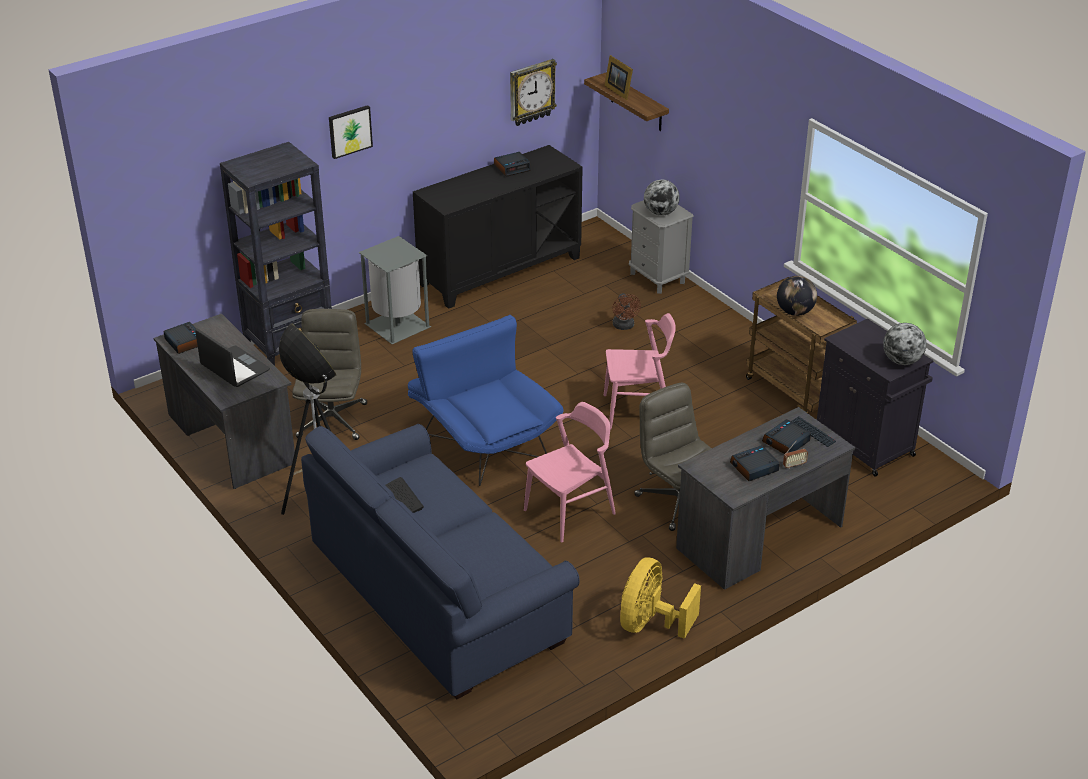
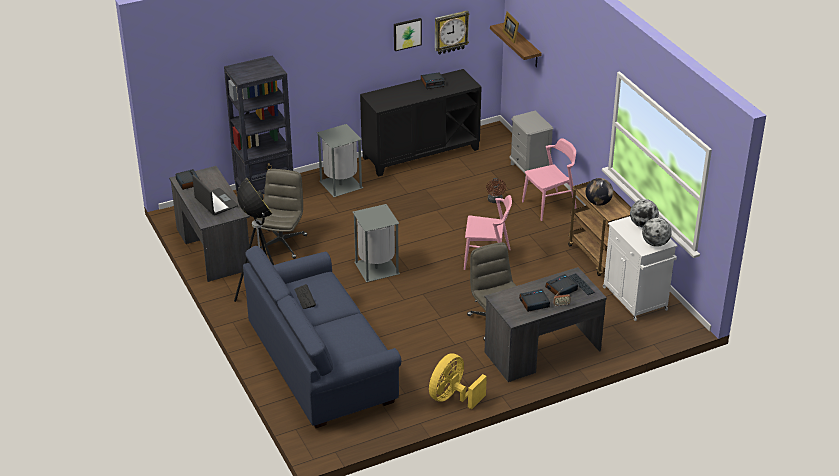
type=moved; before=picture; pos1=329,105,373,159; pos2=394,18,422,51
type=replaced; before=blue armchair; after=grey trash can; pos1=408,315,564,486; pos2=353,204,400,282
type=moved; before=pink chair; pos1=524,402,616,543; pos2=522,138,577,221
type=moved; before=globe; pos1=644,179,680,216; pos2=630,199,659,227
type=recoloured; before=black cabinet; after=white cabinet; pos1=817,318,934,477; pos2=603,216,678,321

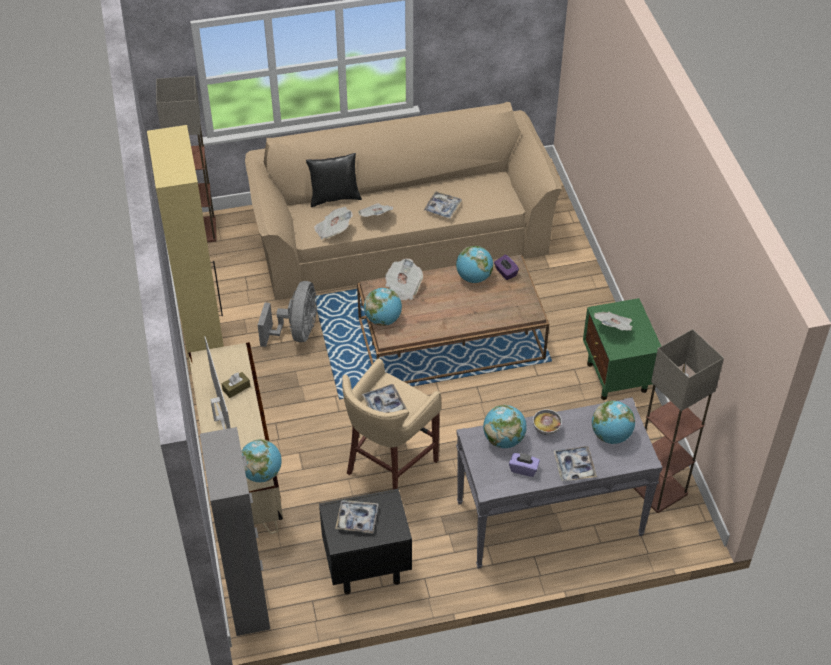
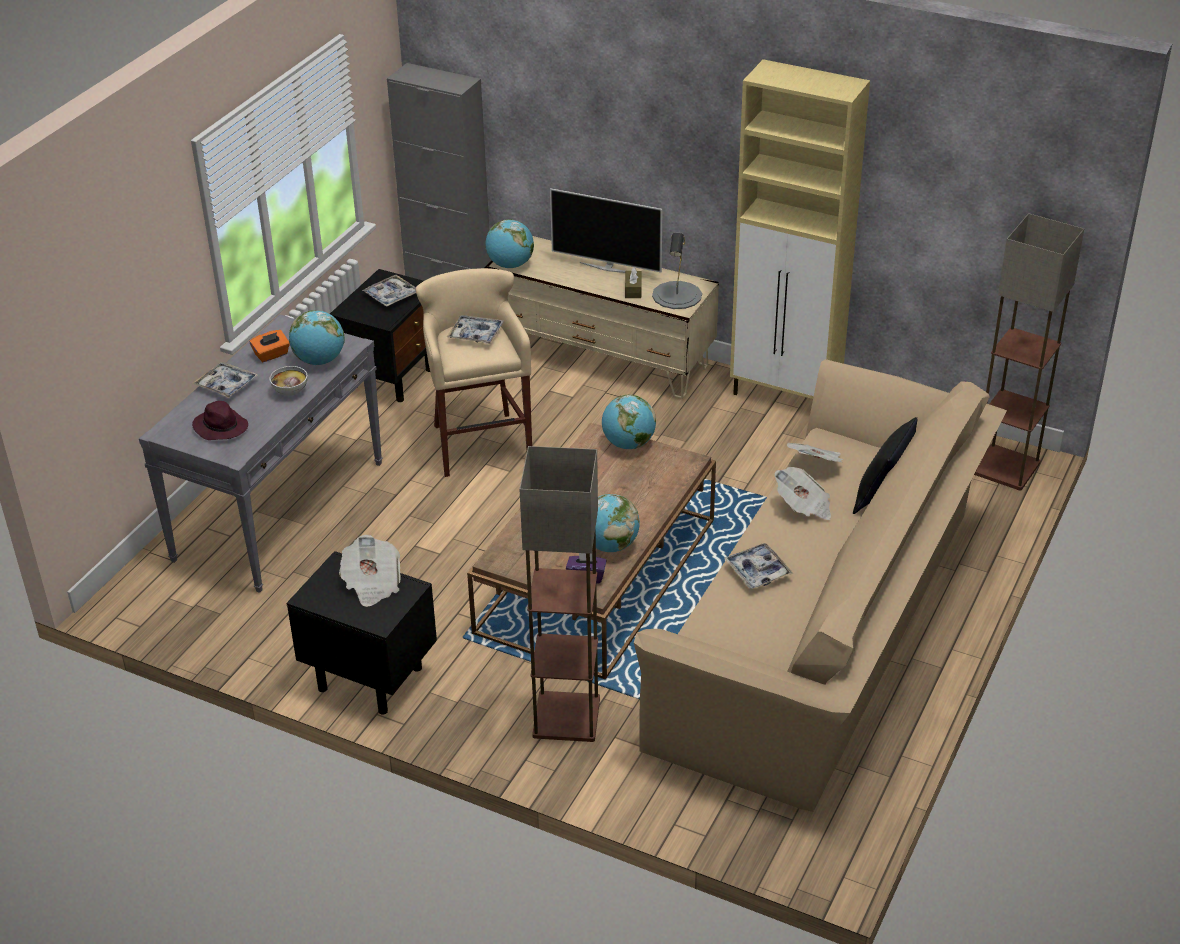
type=removed; before=grey fan; pos1=258,281,317,347
type=removed; before=newspaper; pos1=385,258,423,300
type=recoloured; before=purple tissue box; after=orange tissue box; pos1=509,452,540,477; pos2=250,330,290,362
type=recoloured; before=green nightstand; after=black nightstand; pos1=583,298,661,400; pos2=287,551,437,715
type=replaced; before=globe; after=purple hat; pos1=592,401,635,444; pos2=192,401,248,440
type=moved; before=floor lamp; pos1=634,329,724,513; pos2=519,446,600,742
type=added; after=grey table lamp; pos2=652,232,702,309

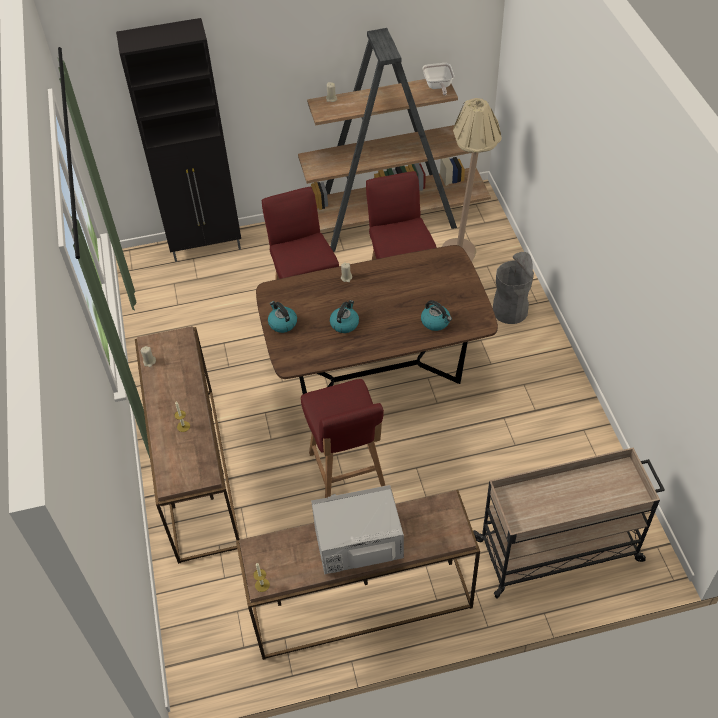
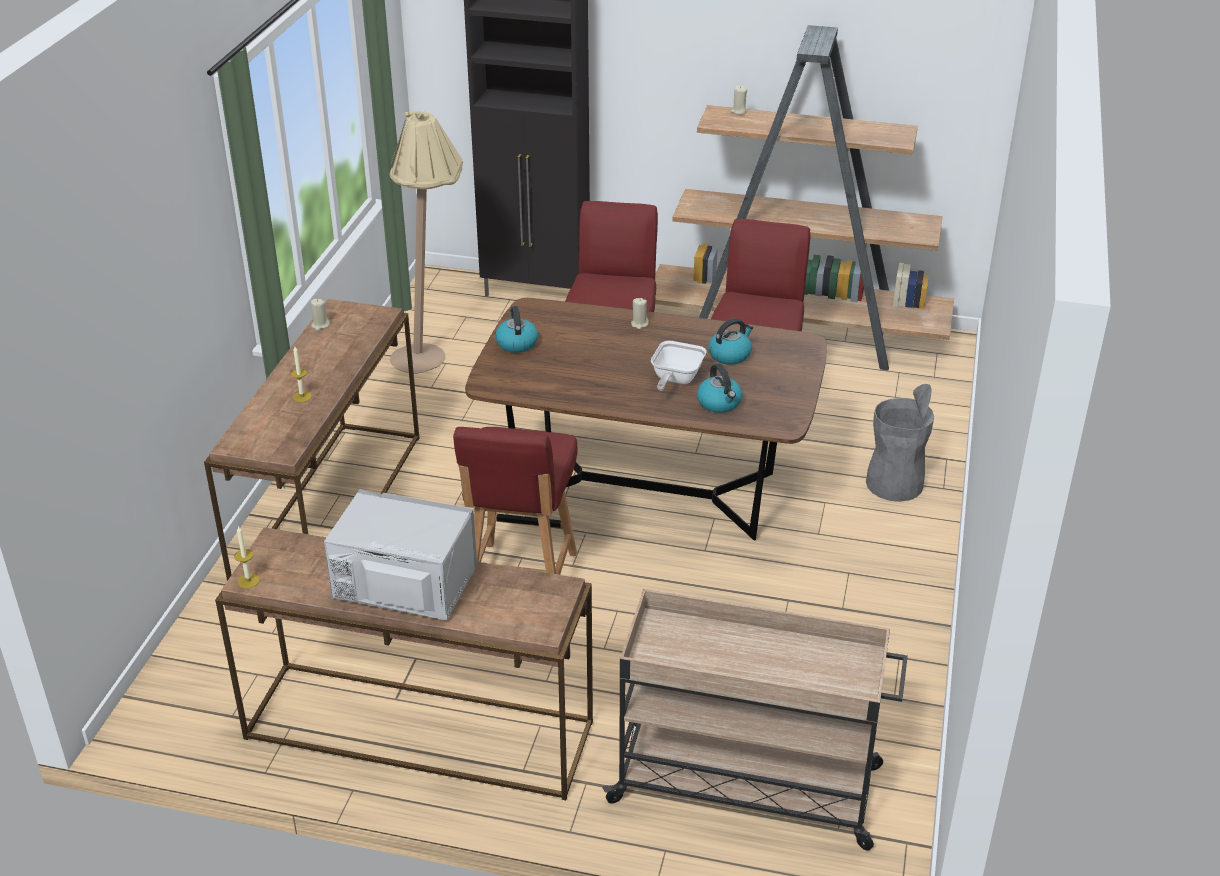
type=moved; before=kettle; pos1=330,300,359,333; pos2=708,318,753,365
type=moved; before=frying pan; pos1=422,63,454,95; pos2=651,341,707,391
type=moved; before=beige floor lamp; pos1=442,98,502,261; pos2=390,111,463,374

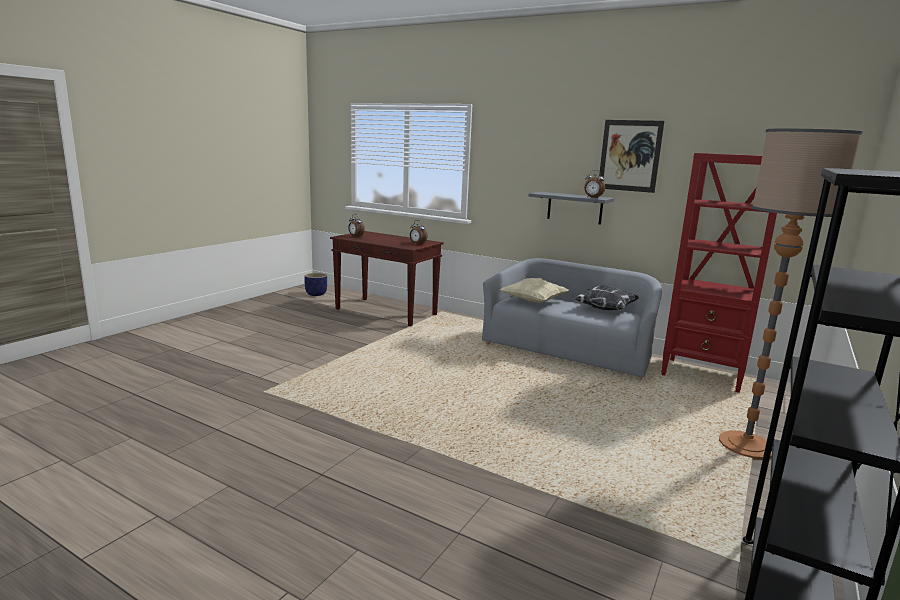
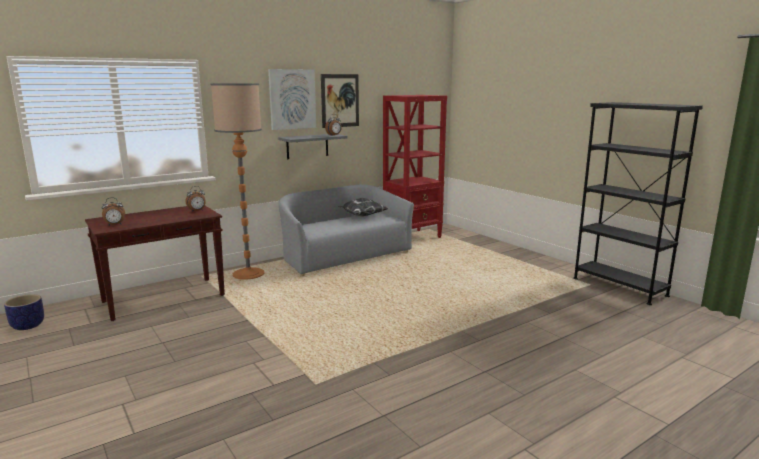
type=removed; before=beige pillow; pos1=500,278,569,303
type=moved; before=floor lamp; pos1=719,129,863,460; pos2=210,83,265,280
type=added; after=picture; pos2=268,69,316,130

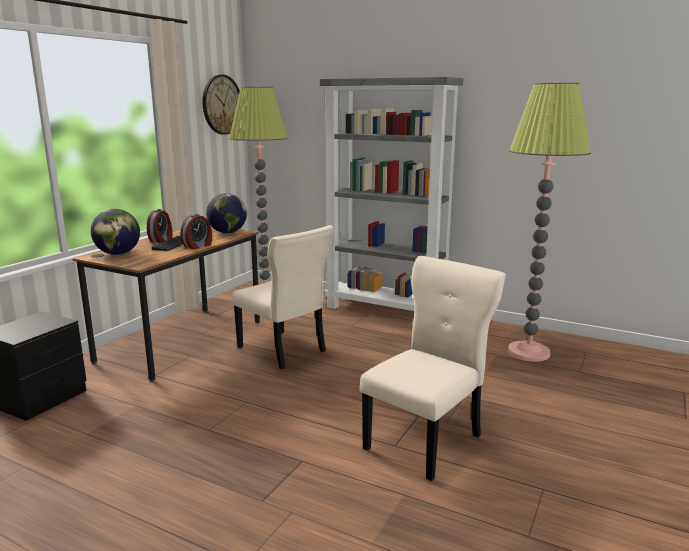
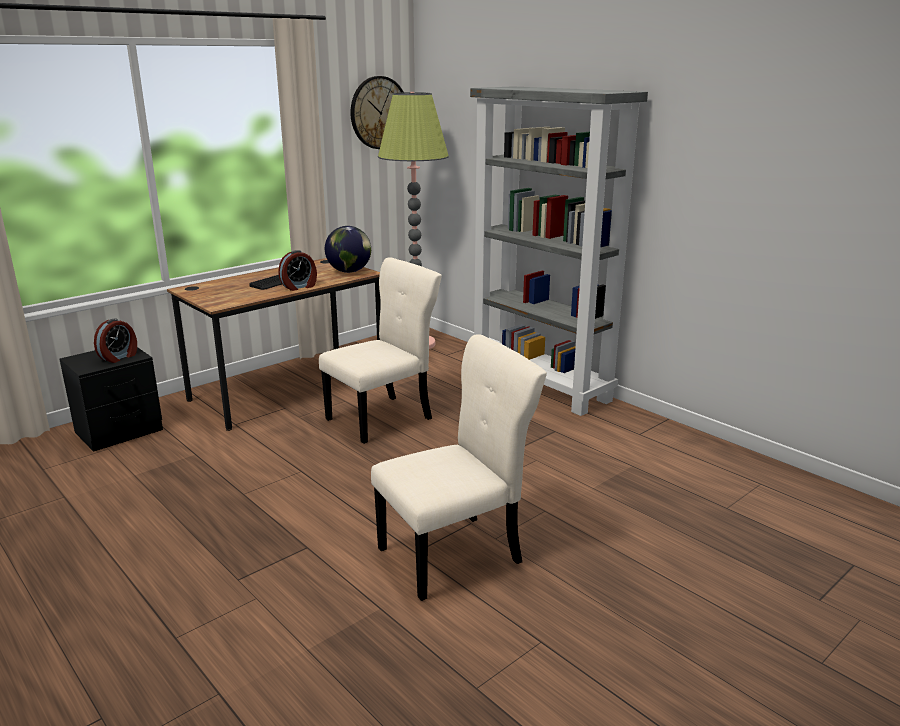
type=removed; before=globe; pos1=91,209,140,255
type=moved; before=alarm clock; pos1=147,209,173,243; pos2=94,318,137,363
type=turned; before=beige chair; pos1=232,225,334,369; pos2=319,257,442,444; turn=-105
type=removed; before=floor lamp; pos1=508,81,591,362

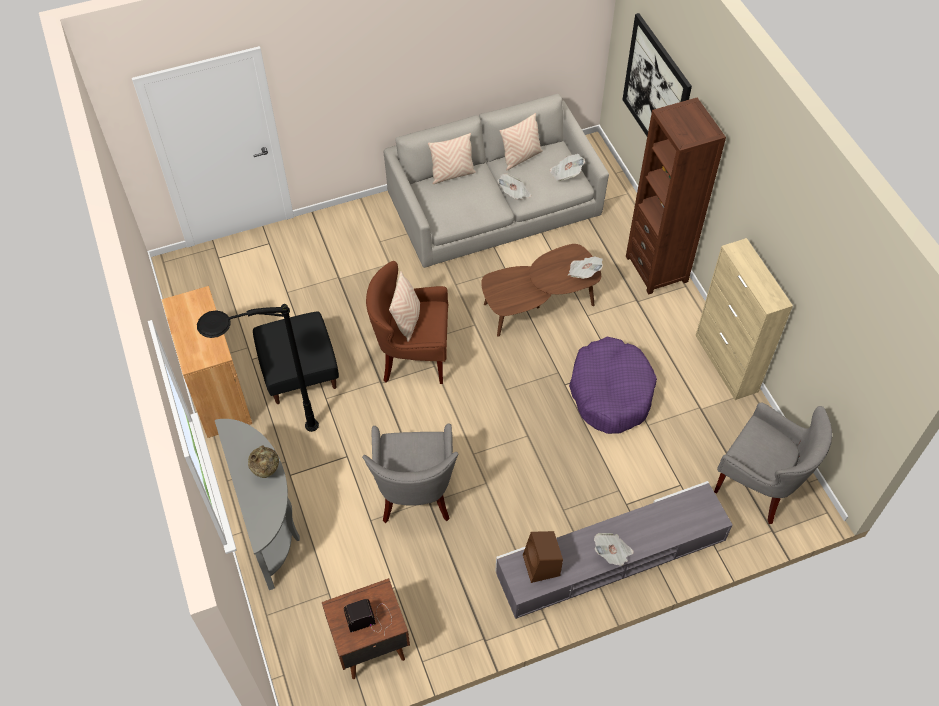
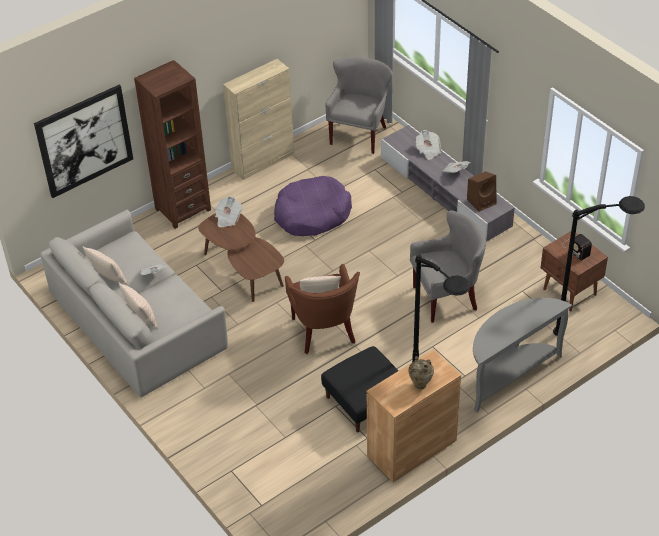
type=moved; before=beige vase; pos1=248,445,279,478; pos2=409,356,434,389
type=moved; before=newspaper; pos1=550,154,585,182; pos2=416,130,441,160
type=added; after=black floor lamp; pos2=553,196,645,336

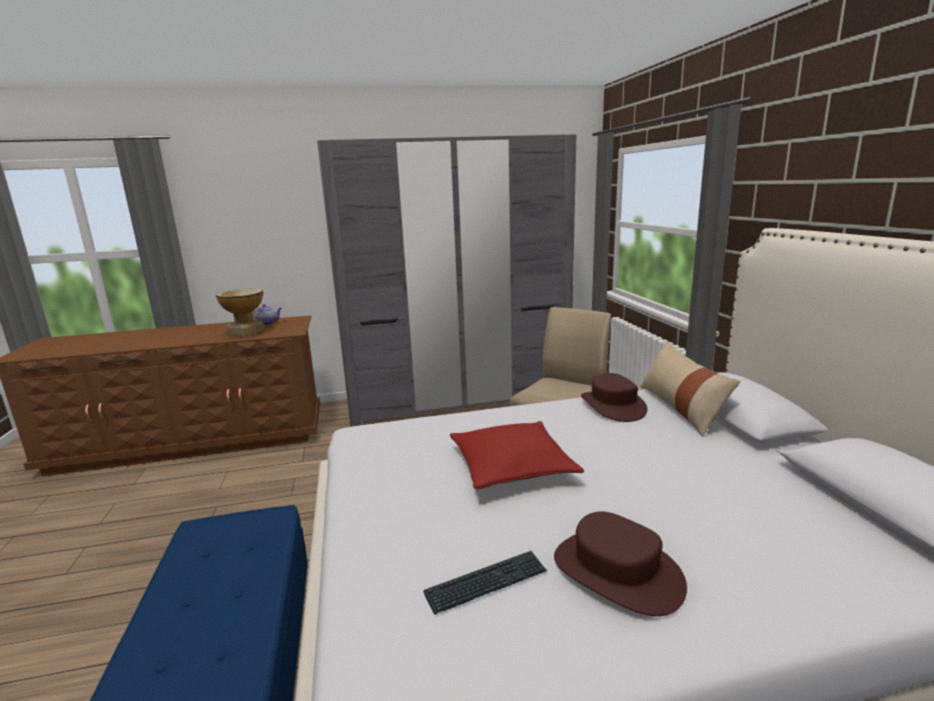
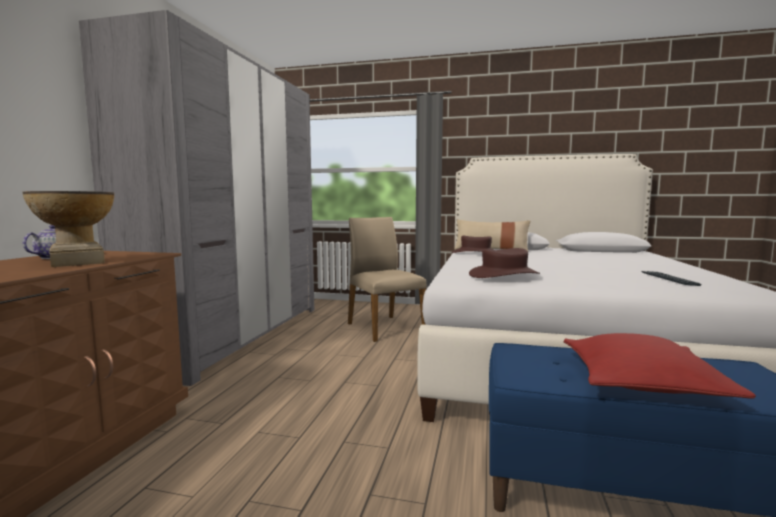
type=moved; before=red pillow; pos1=450,421,584,489; pos2=564,333,756,399
type=moved; before=brown hat; pos1=554,511,687,616; pos2=469,248,540,278

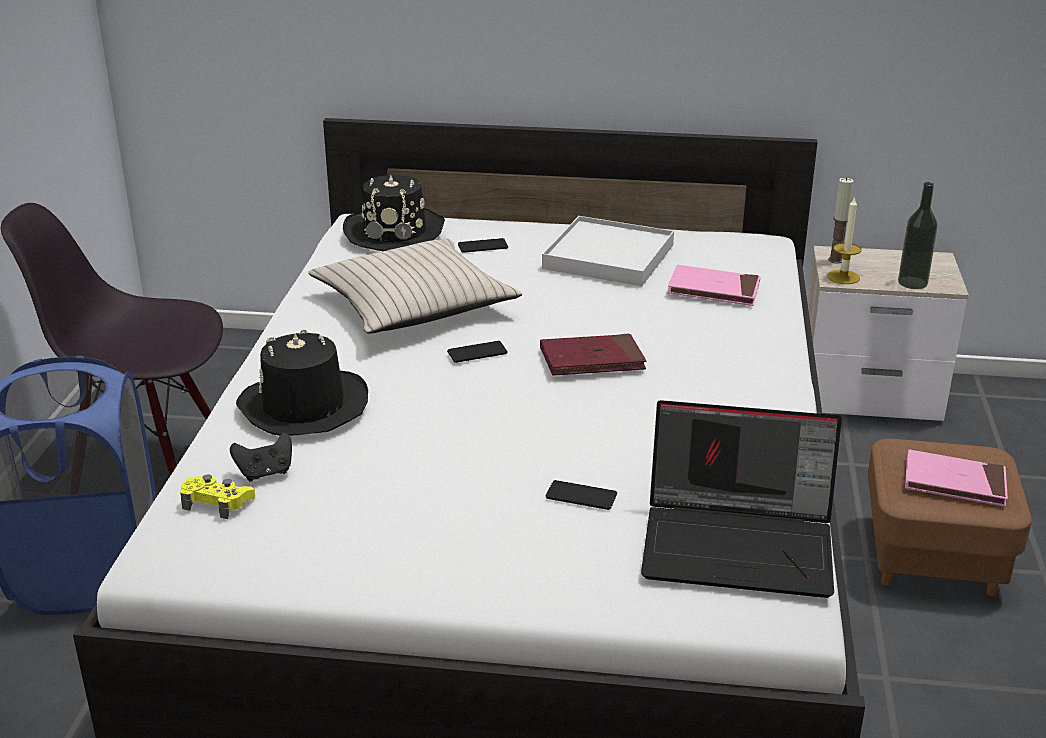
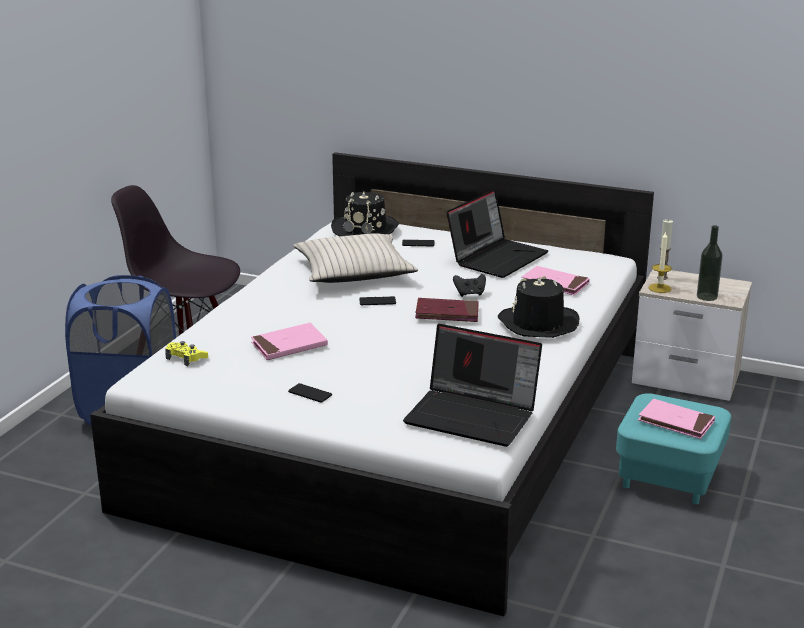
type=moved; before=black game controller; pos1=230,432,292,481; pos2=453,274,486,297
type=moved; before=black hat; pos1=236,329,368,436; pos2=498,276,579,338
type=replaced; before=white tray; after=laptop; pos1=542,216,674,286; pos2=446,189,548,278
type=moved; before=phone; pos1=546,480,617,510; pos2=288,383,332,403
type=recoloured; before=brown ottoman; after=turquoise ottoman; pos1=868,439,1032,596; pos2=616,393,731,504
type=added; after=pink book; pos2=251,323,328,360

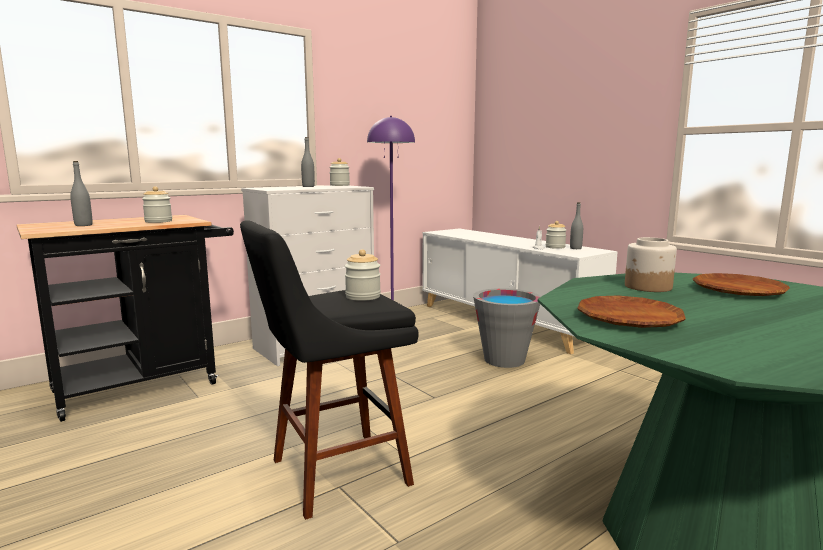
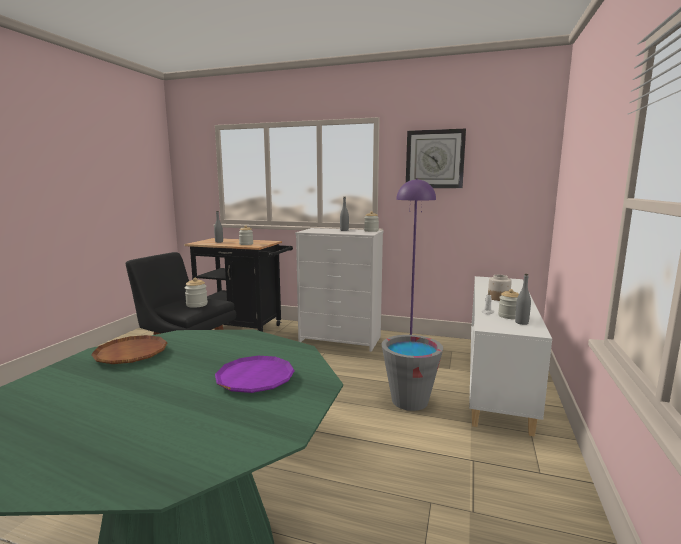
type=moved; before=jar; pos1=625,237,677,292; pos2=488,275,512,301
type=recoloured; before=brown plate; after=purple plate; pos1=693,273,790,296; pos2=215,356,295,393
type=added; after=wall clock; pos2=406,129,466,188

